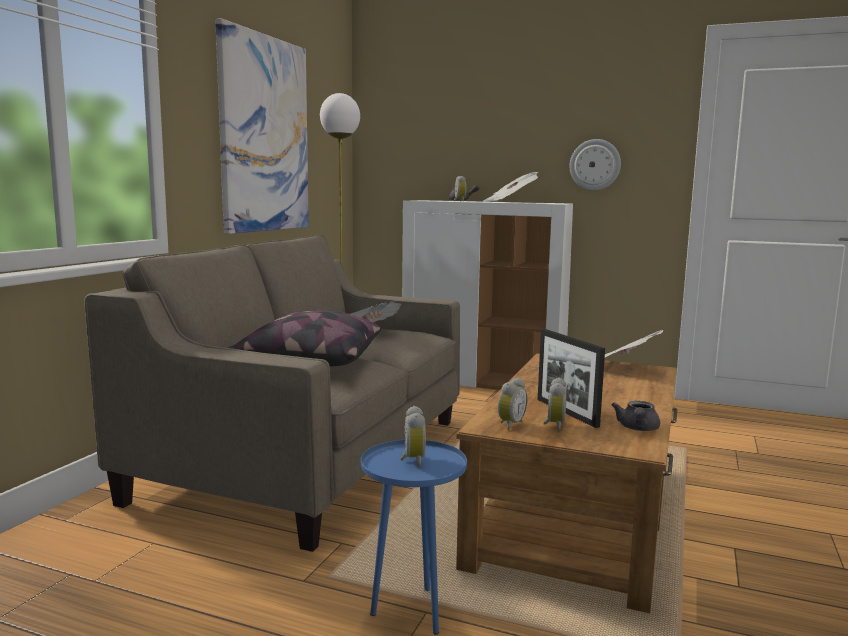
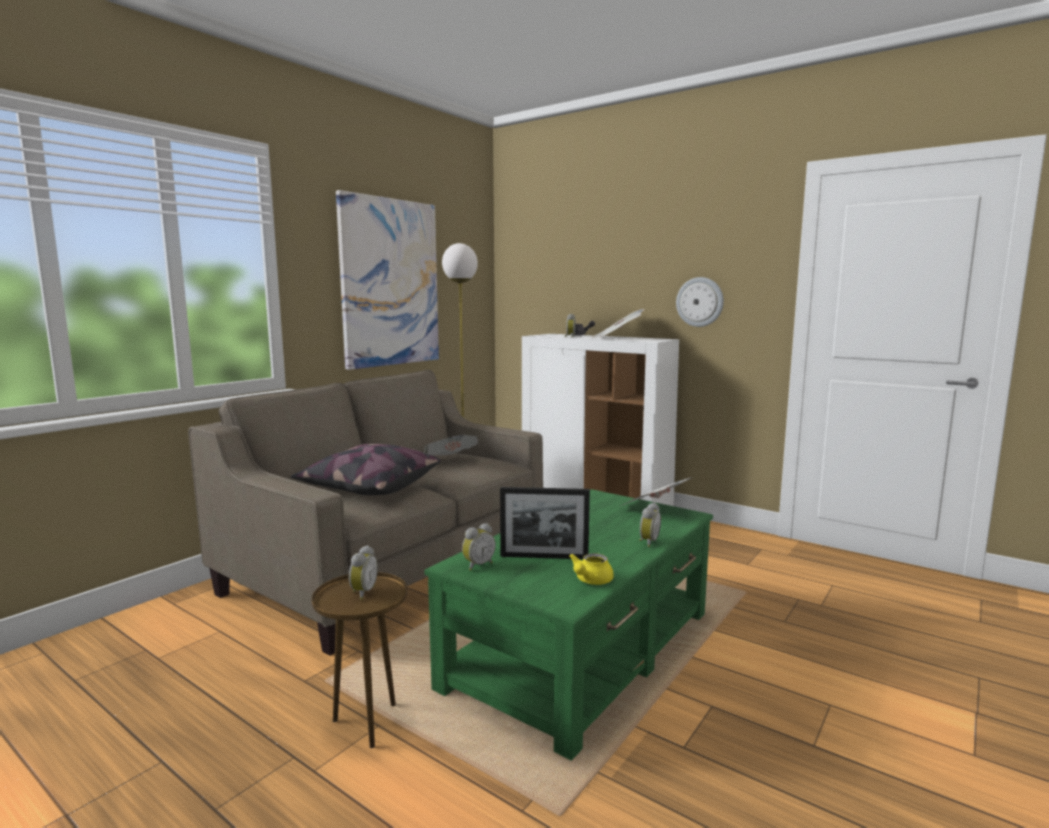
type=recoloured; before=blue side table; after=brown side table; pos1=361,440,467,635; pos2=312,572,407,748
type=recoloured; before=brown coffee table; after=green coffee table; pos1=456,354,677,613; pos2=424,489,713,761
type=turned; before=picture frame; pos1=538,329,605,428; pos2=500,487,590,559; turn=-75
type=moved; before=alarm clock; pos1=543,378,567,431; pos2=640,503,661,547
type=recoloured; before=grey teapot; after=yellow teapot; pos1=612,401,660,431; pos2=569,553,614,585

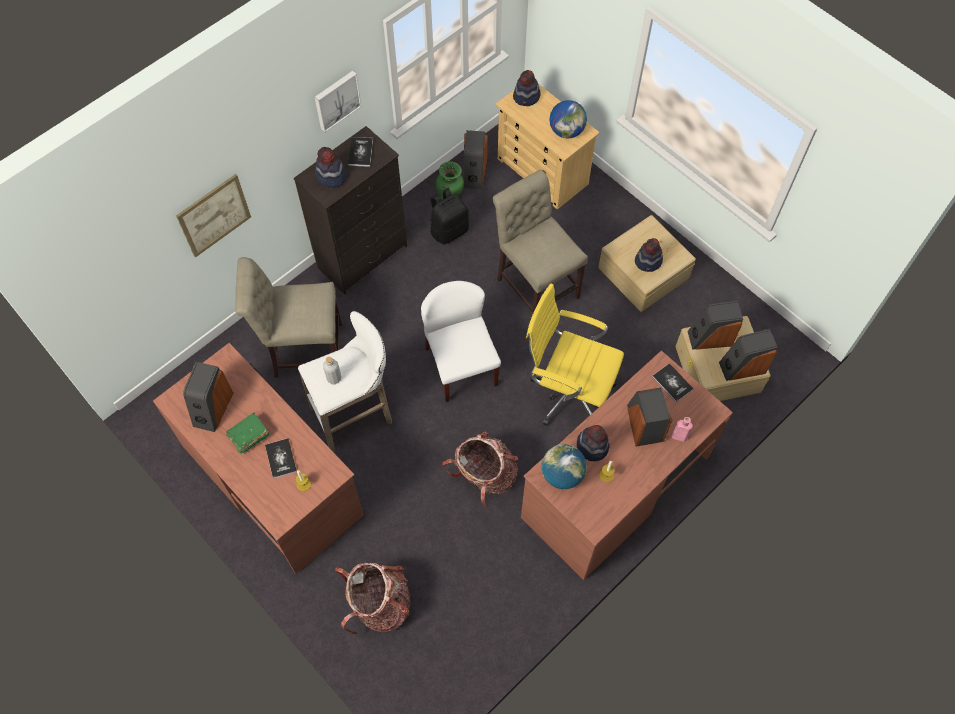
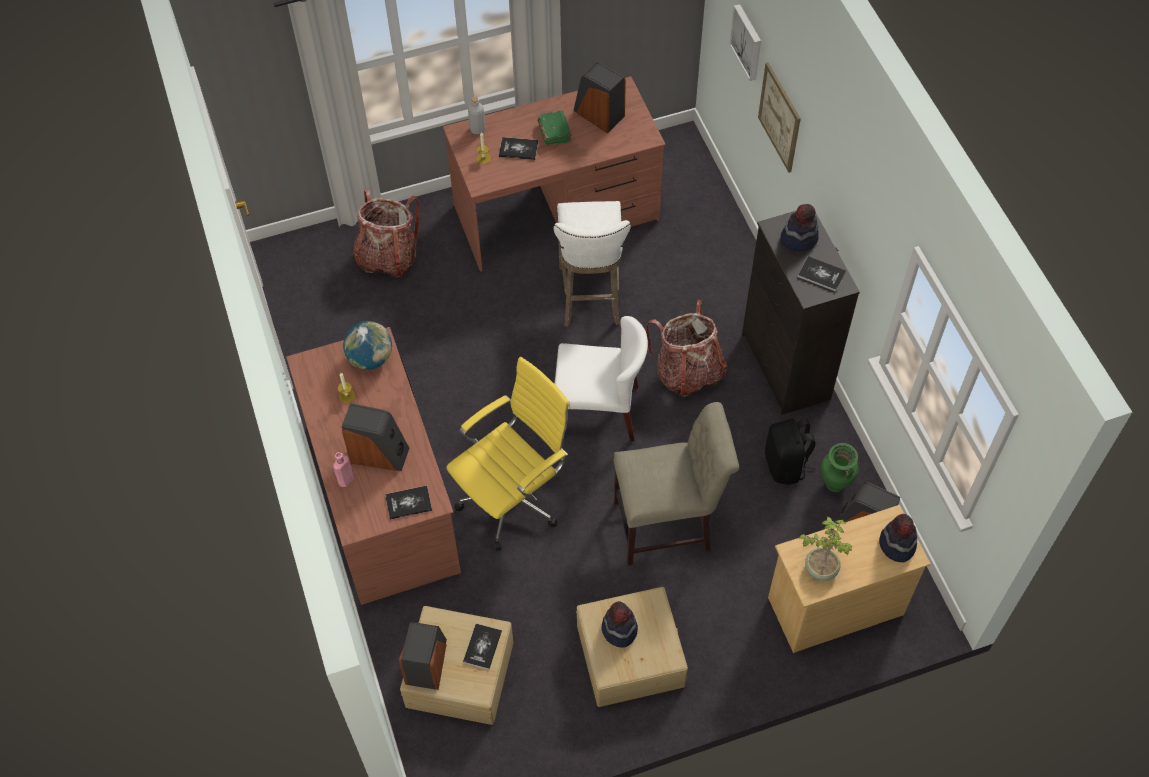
type=removed; before=beige chair; pos1=235,257,342,377
type=moved; before=picture; pos1=315,71,362,132; pos2=730,4,761,81
type=moved; before=grey bottle; pos1=323,357,342,384; pos2=468,97,485,134
type=moved; before=backpack; pos1=442,431,518,508; pos2=646,300,727,397
type=replaced; before=globe; after=potted plant; pos1=549,100,587,138; pos2=799,516,853,581
type=removed; before=hat; pos1=577,425,610,461
type=replaced; before=speaker; after=book; pos1=687,301,743,350; pos2=463,624,502,670

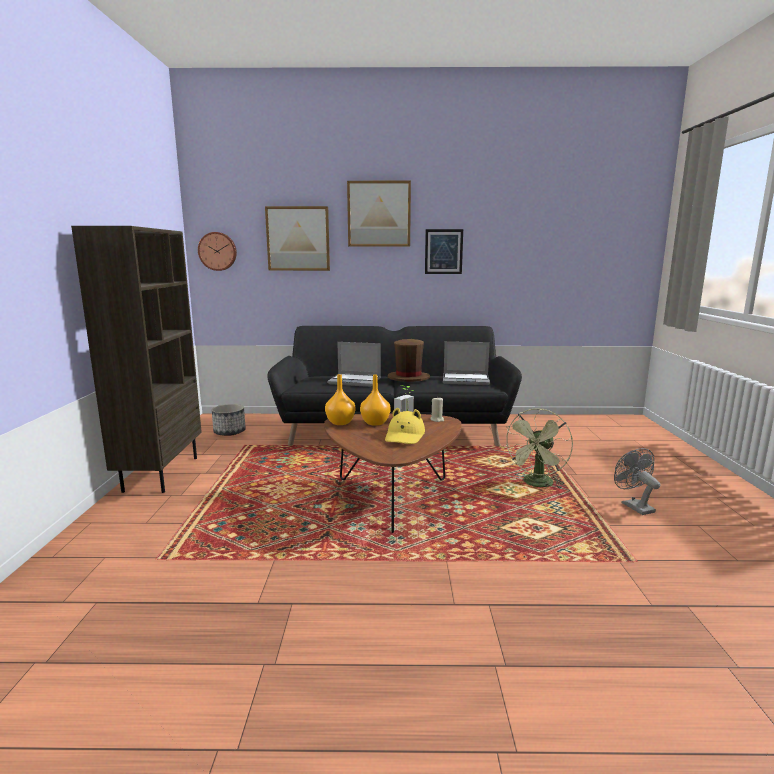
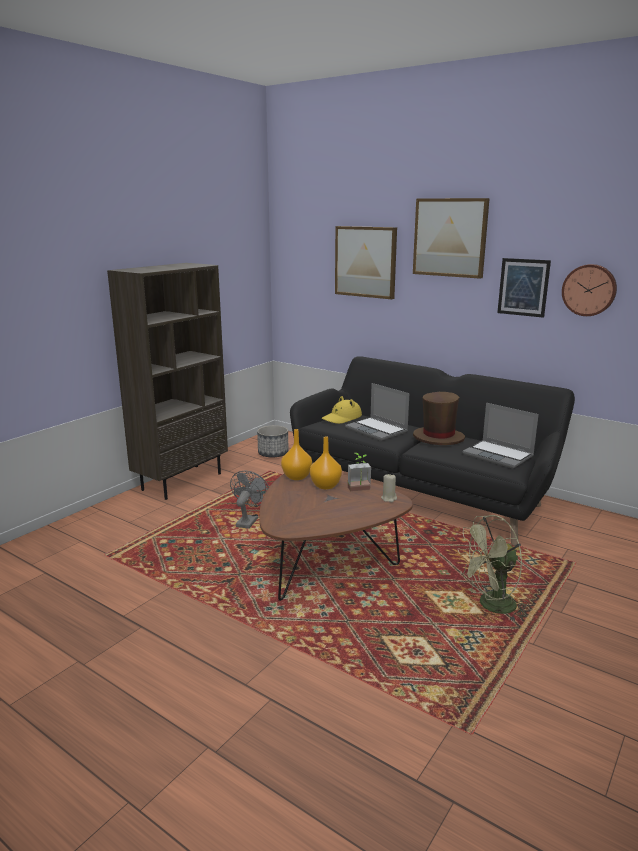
type=moved; before=wall clock; pos1=198,232,237,271; pos2=562,264,617,316
type=moved; before=yellow hat; pos1=385,408,425,444; pos2=322,396,362,424
type=moved; before=grey fan; pos1=614,448,660,515; pos2=230,471,269,529

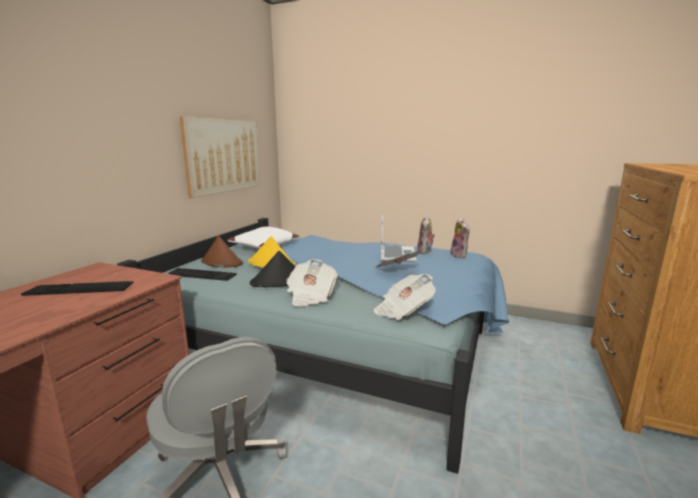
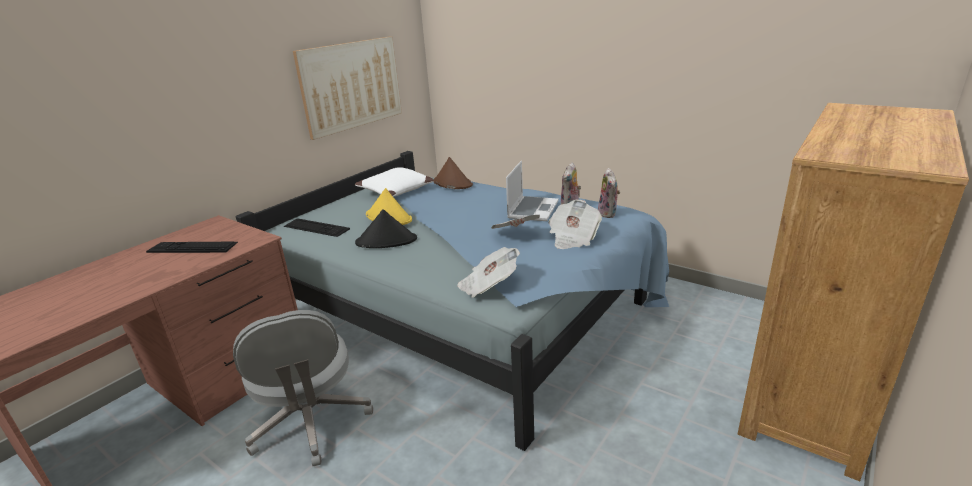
type=moved; before=brown hat; pos1=201,236,243,268; pos2=433,157,473,189
type=moved; before=newspaper; pos1=286,259,338,307; pos2=549,200,602,249

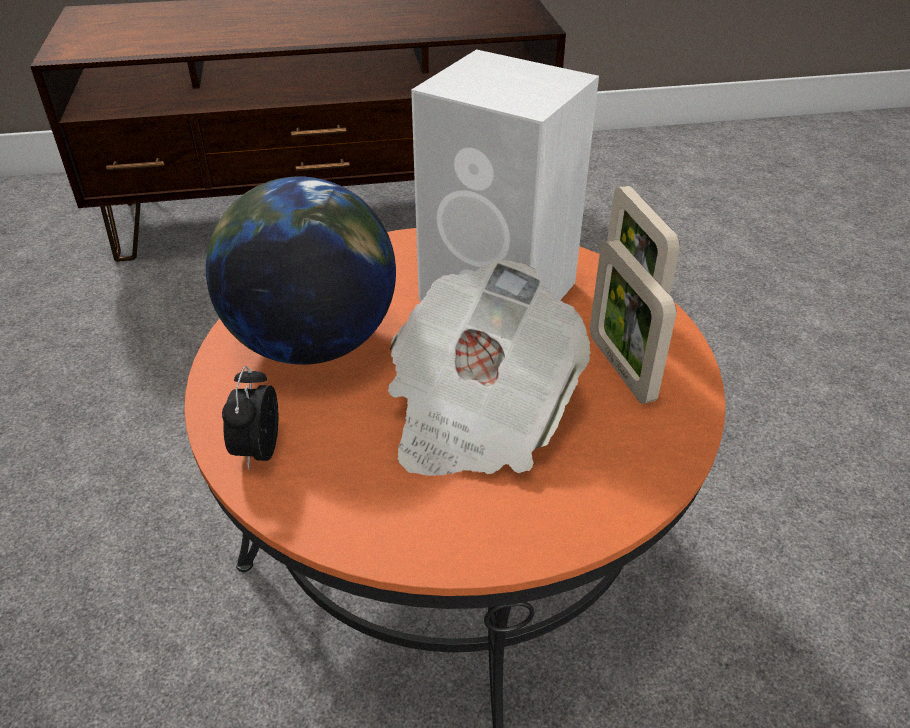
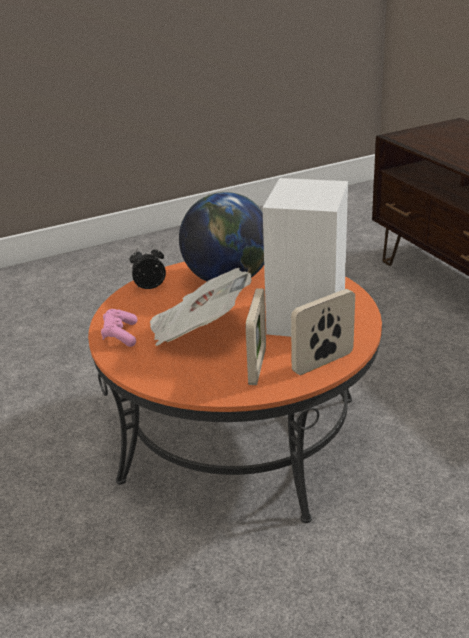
type=turned; before=picture frame; pos1=590,239,676,404; pos2=246,288,266,385; turn=135
type=added; after=pink game controller; pos2=101,309,138,347

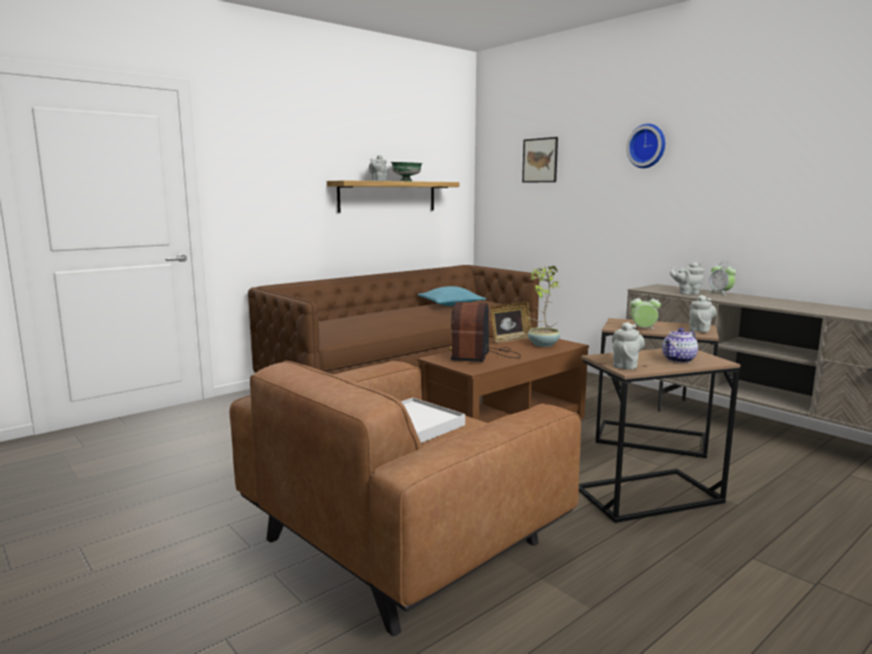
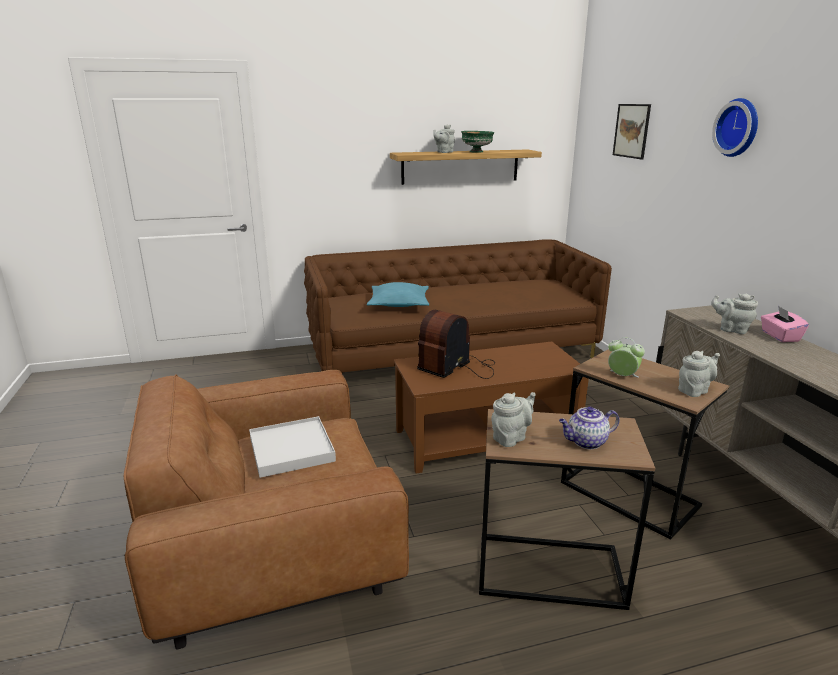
type=moved; before=turquoise pillow; pos1=418,286,486,306; pos2=367,282,429,307
type=removed; before=picture frame; pos1=491,301,532,343
type=removed; before=potted plant; pos1=528,265,563,347
type=replaced; before=alarm clock; after=pink tissue box; pos1=708,263,736,295; pos2=761,306,809,342

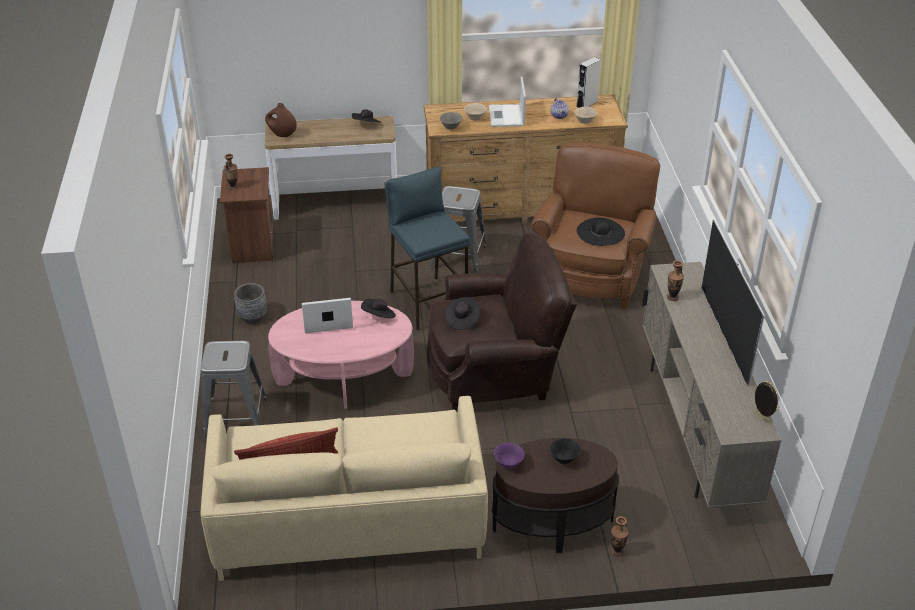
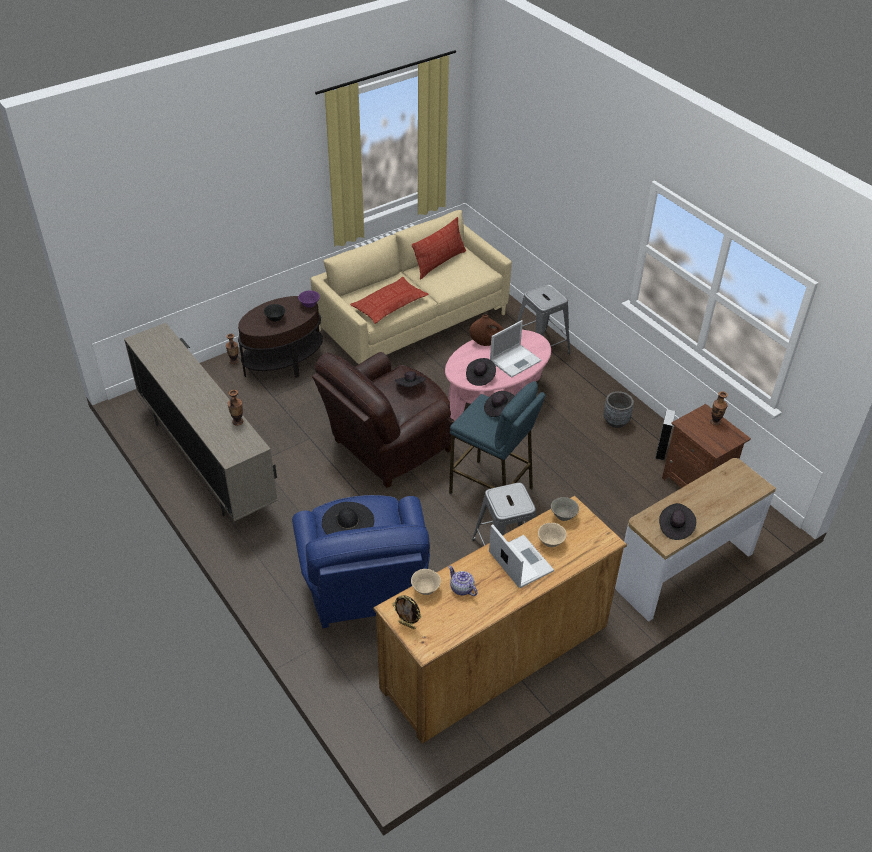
type=moved; before=brown vase; pos1=265,103,297,137; pos2=469,314,504,346
type=recoloured; before=brown armchair; after=blue armchair; pos1=531,143,660,310; pos2=292,495,430,628
type=moved; before=grey speaker; pos1=576,57,601,108; pos2=655,409,675,461
type=removed; before=television; pos1=701,219,765,386
type=moved; before=picture frame; pos1=755,380,780,423; pos2=392,595,422,629
type=added; after=pillow; pos2=350,277,429,324
type=added; after=black hat; pos2=484,391,514,417

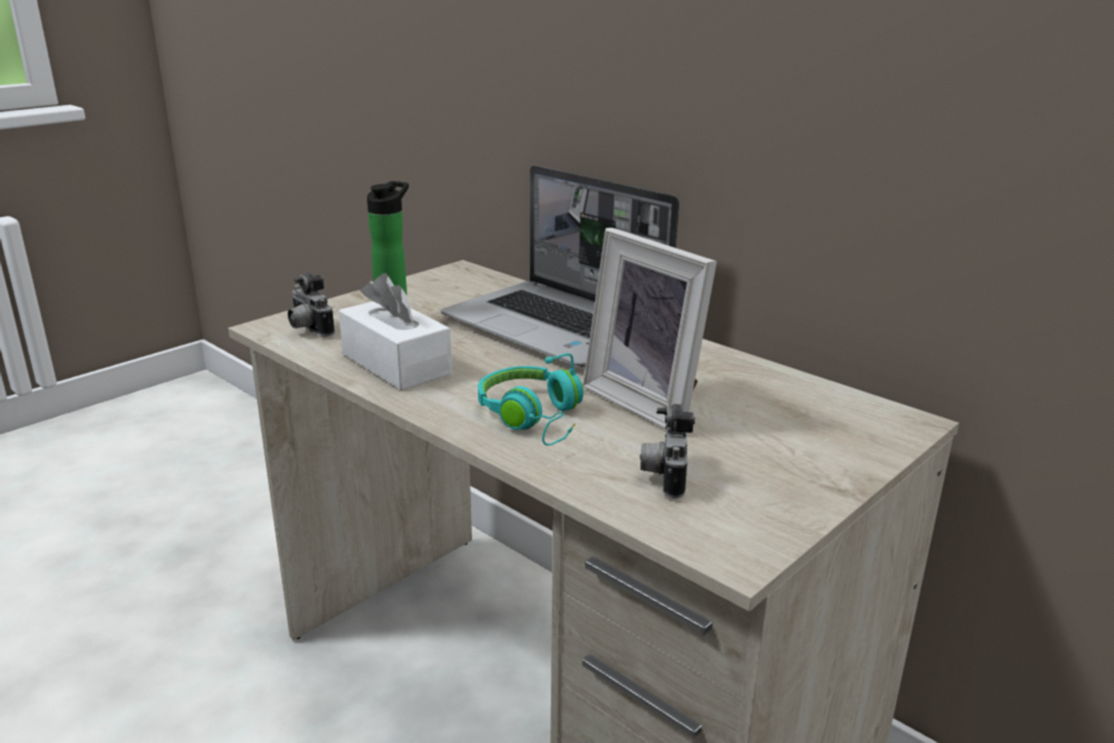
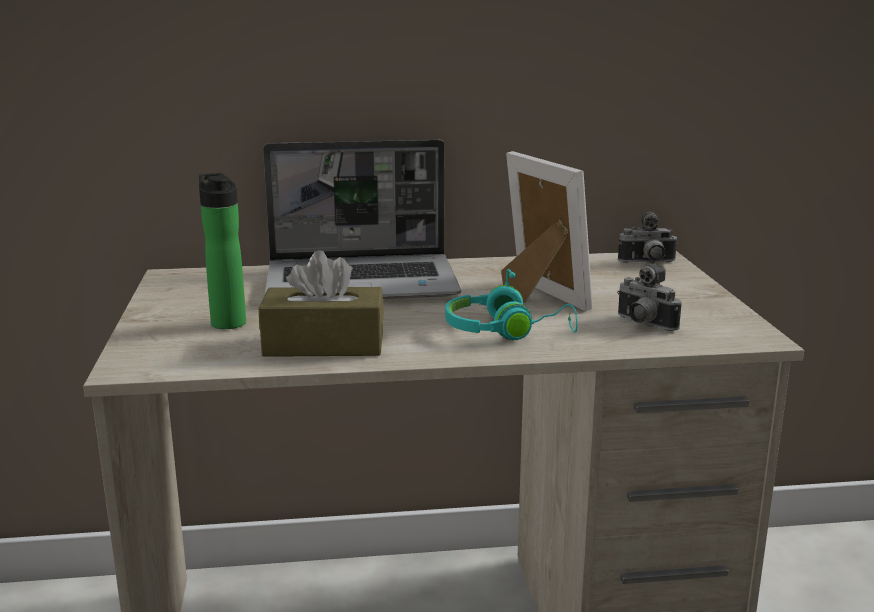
type=moved; before=photo camera; pos1=288,272,335,337; pos2=618,212,678,263
type=recoloured; before=white tissue box; after=brown tissue box; pos1=339,273,452,390; pos2=259,250,384,357
type=turned; before=picture frame; pos1=583,228,717,428; pos2=501,151,593,311; turn=-120

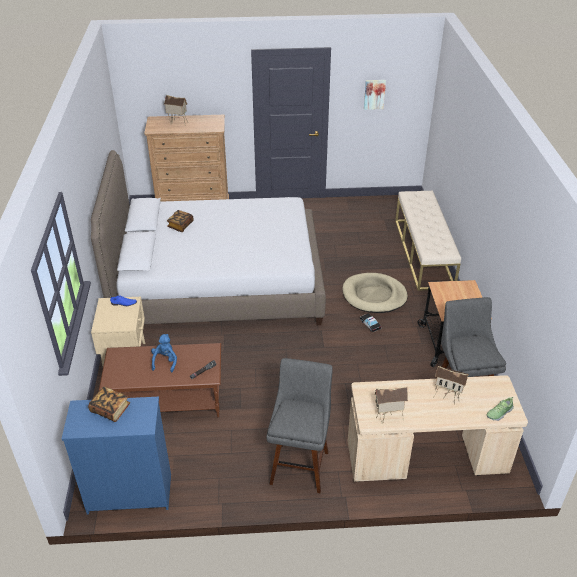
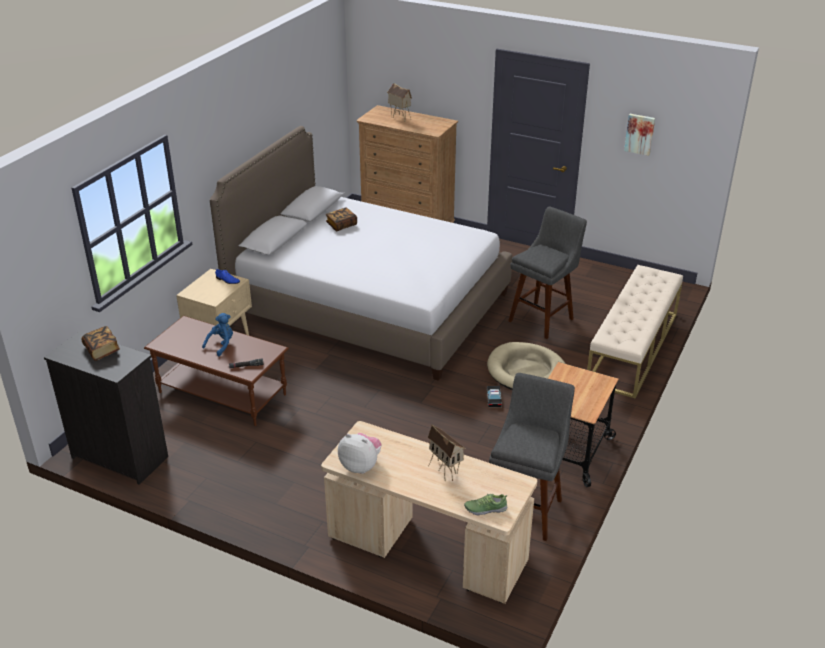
type=recoloured; before=blue dresser; after=black dresser; pos1=62,397,171,514; pos2=44,331,168,485
type=moved; before=grey stool; pos1=266,358,333,493; pos2=508,207,587,339
type=replaced; before=toy house; after=plush toy; pos1=375,386,408,424; pos2=338,433,382,474

